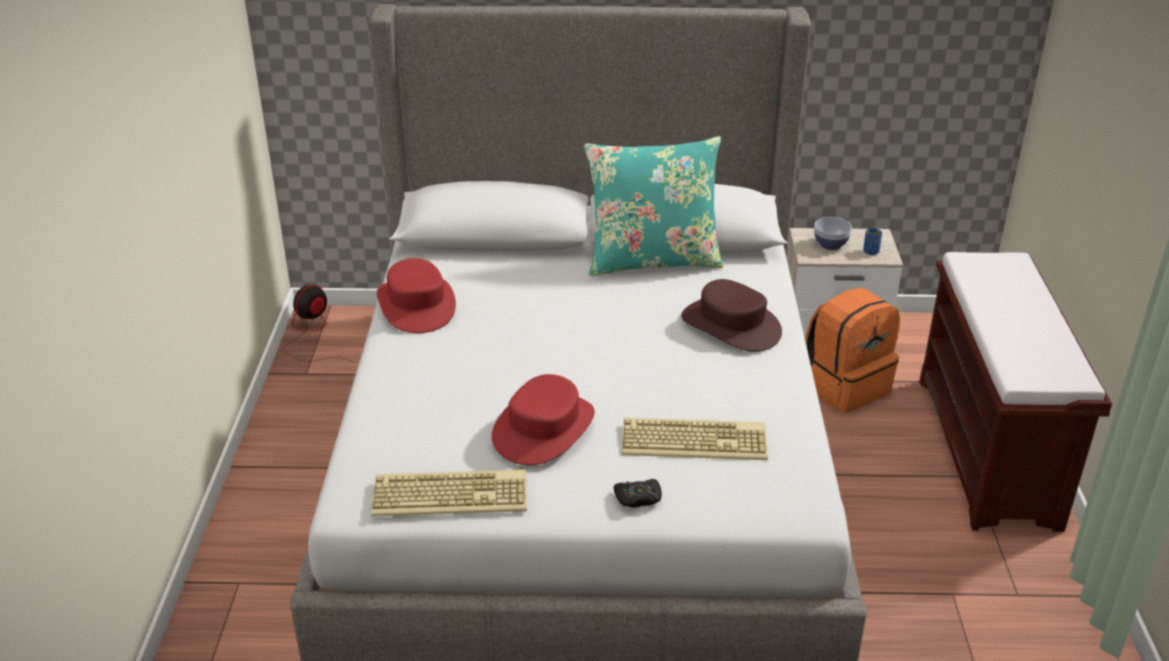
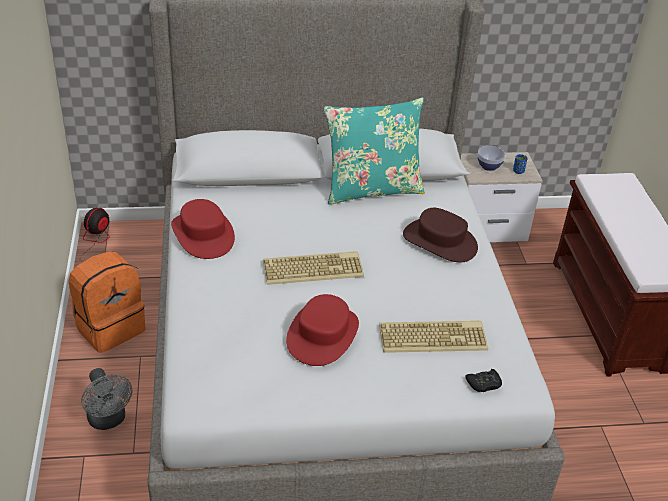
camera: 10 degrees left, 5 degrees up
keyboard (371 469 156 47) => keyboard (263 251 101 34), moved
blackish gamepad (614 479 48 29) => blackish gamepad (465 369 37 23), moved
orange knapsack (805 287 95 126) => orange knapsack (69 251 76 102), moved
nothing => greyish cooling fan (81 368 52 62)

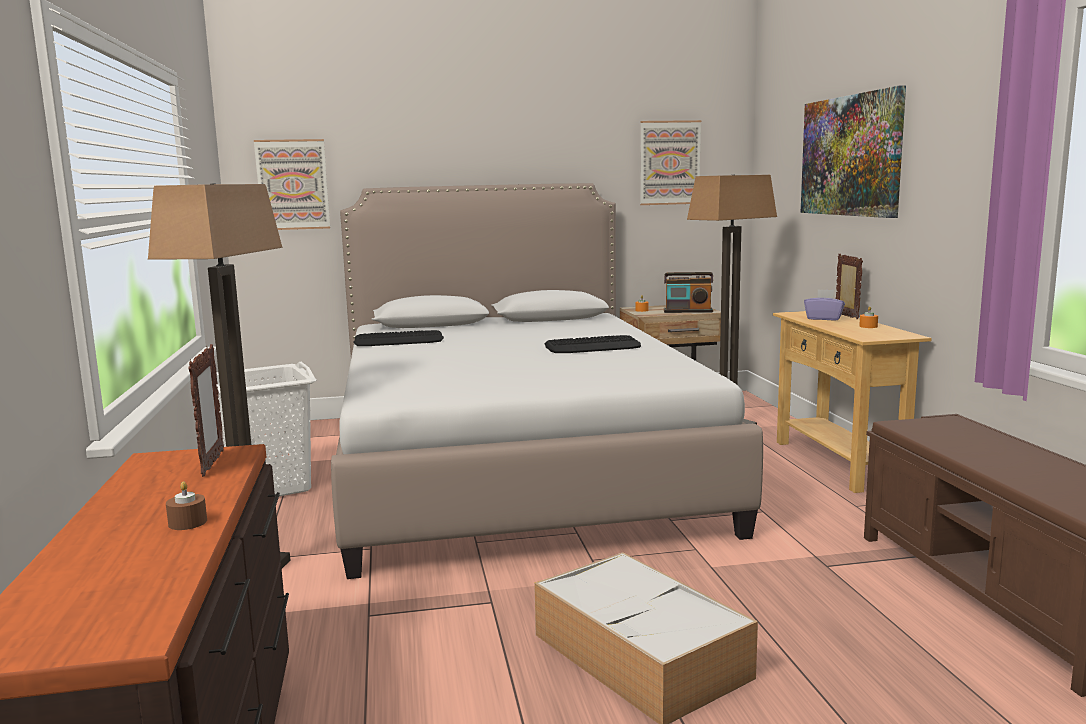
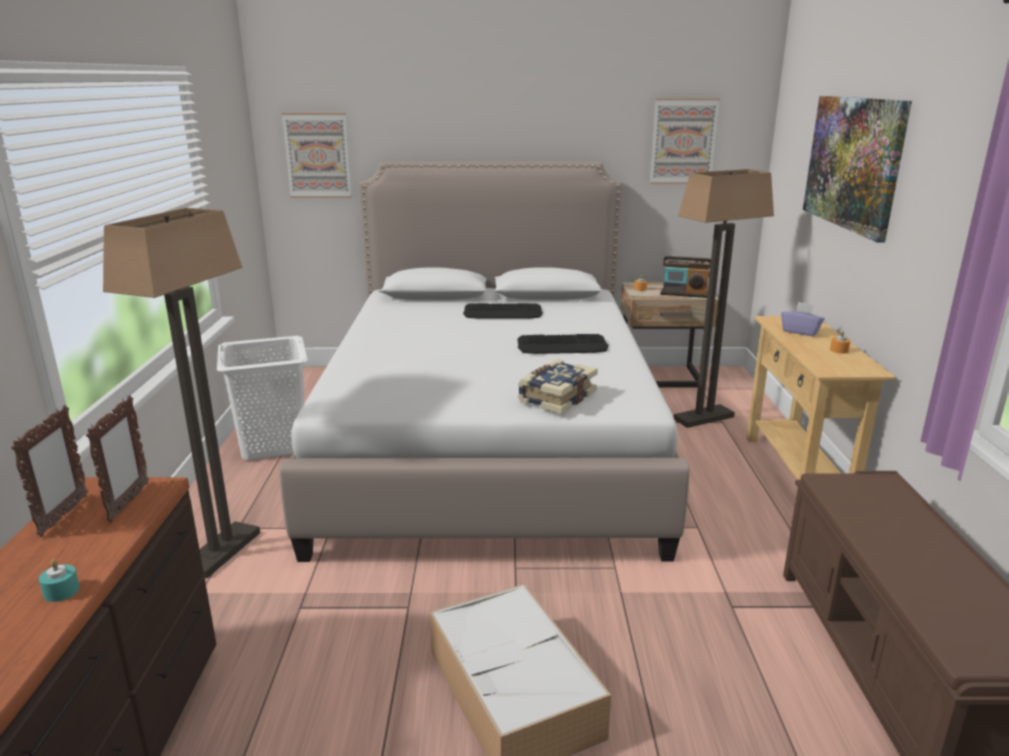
camera: 10 degrees right, 10 degrees up
brown candle (166 482 41 48) => blue-green candle (39 559 41 43)
keyboard (353 330 91 16) => keyboard (463 303 80 16), moved
photo frame (836 254 27 65) => photo frame (11 405 77 132), moved
nothing => bound book (518 359 80 55)

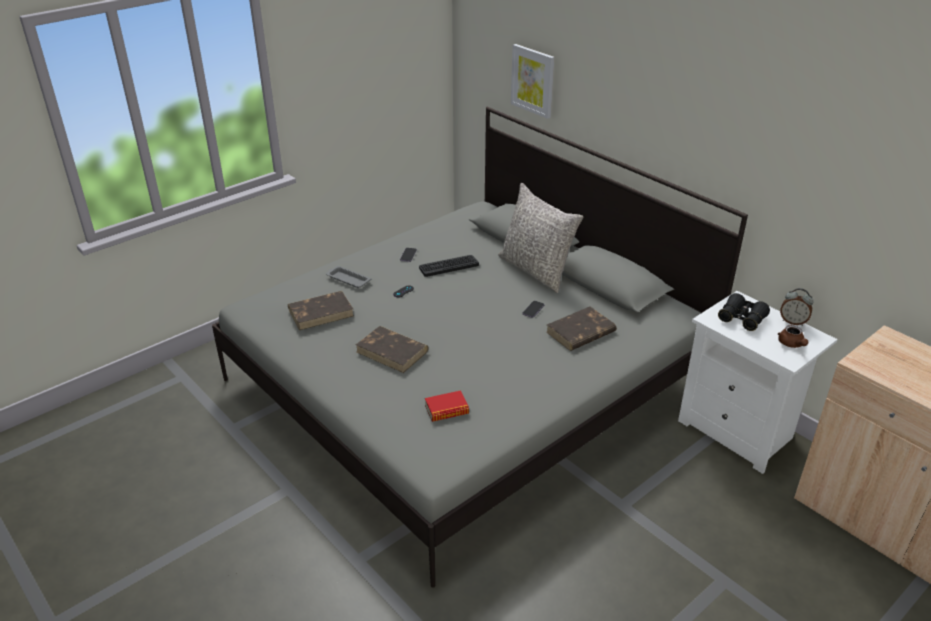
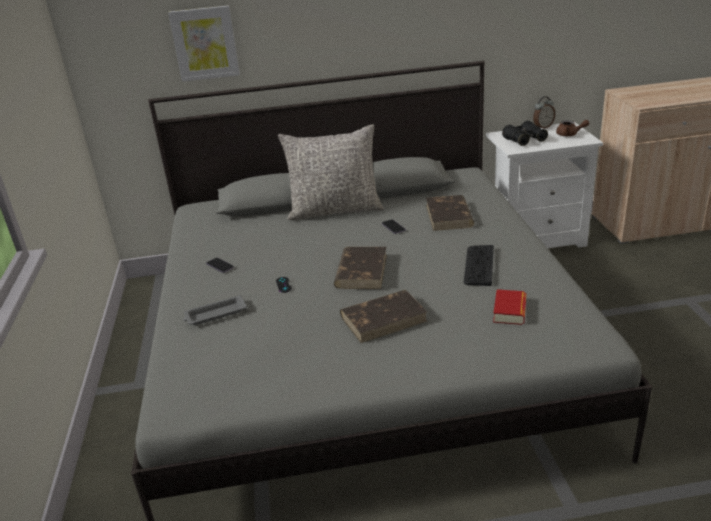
camera: 55 degrees left, 5 degrees down
brown bound book (288 291 66 39) => brown bound book (334 247 53 42), moved
keyboard (419 255 60 22) => keyboard (464 245 30 41), moved

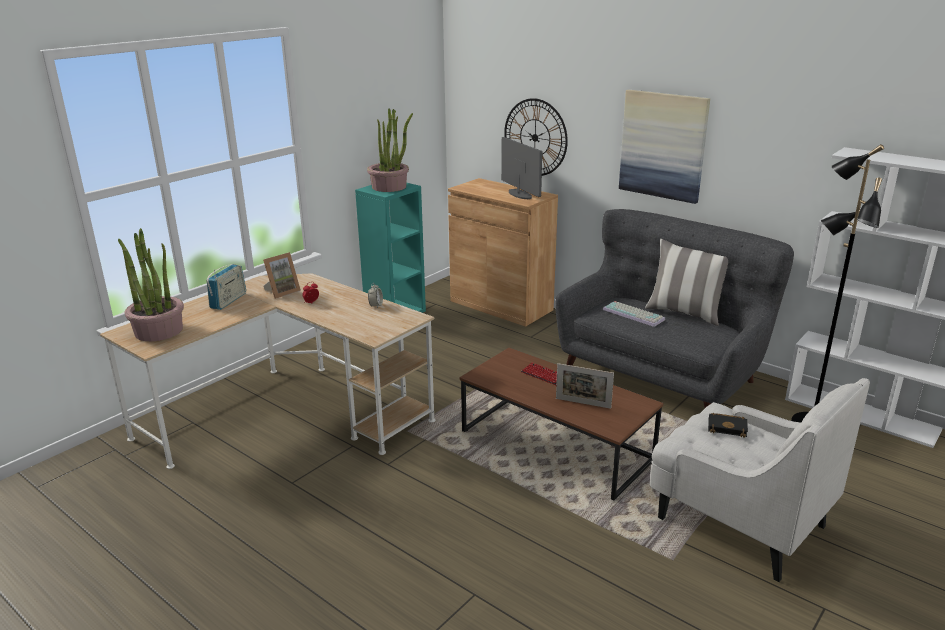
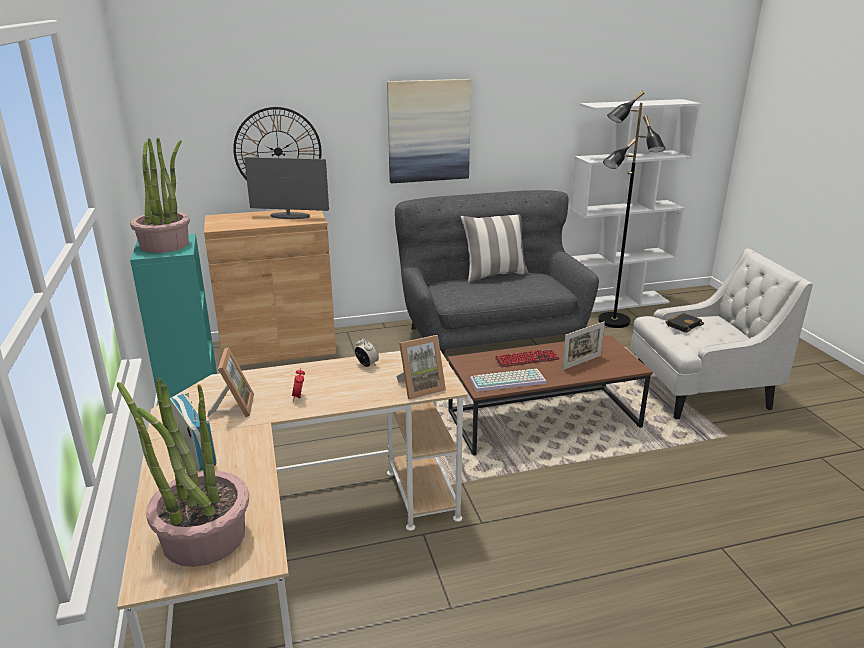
camera: 55 degrees left, 0 degrees up
keyboard (603 301 62 26) => keyboard (470 369 76 23), moved
nothing => photo frame (396 335 50 64)

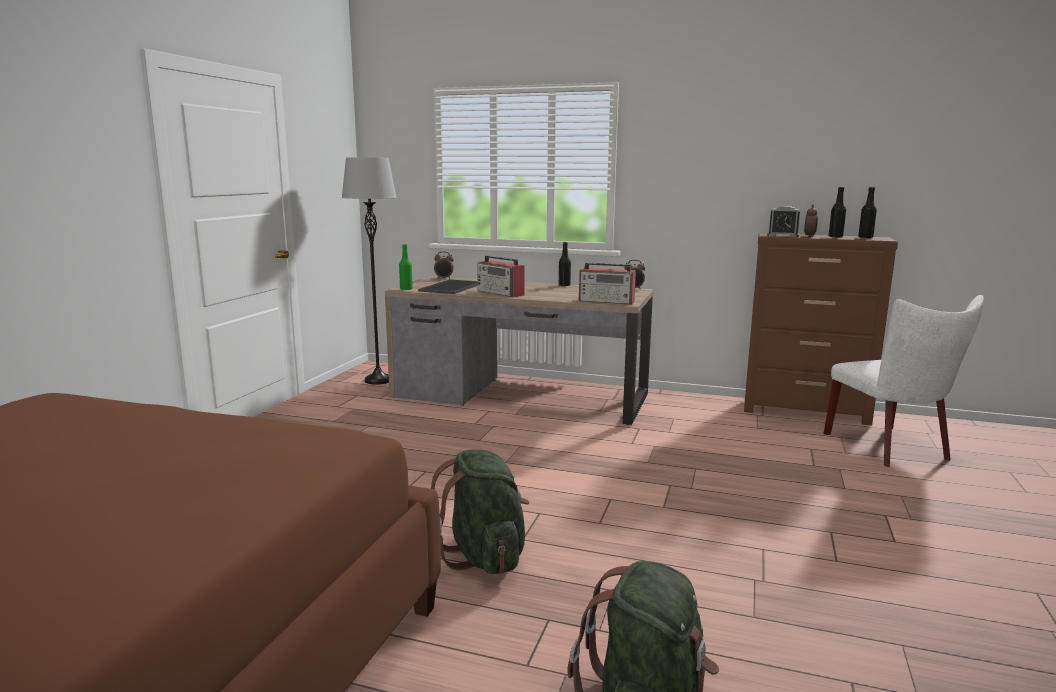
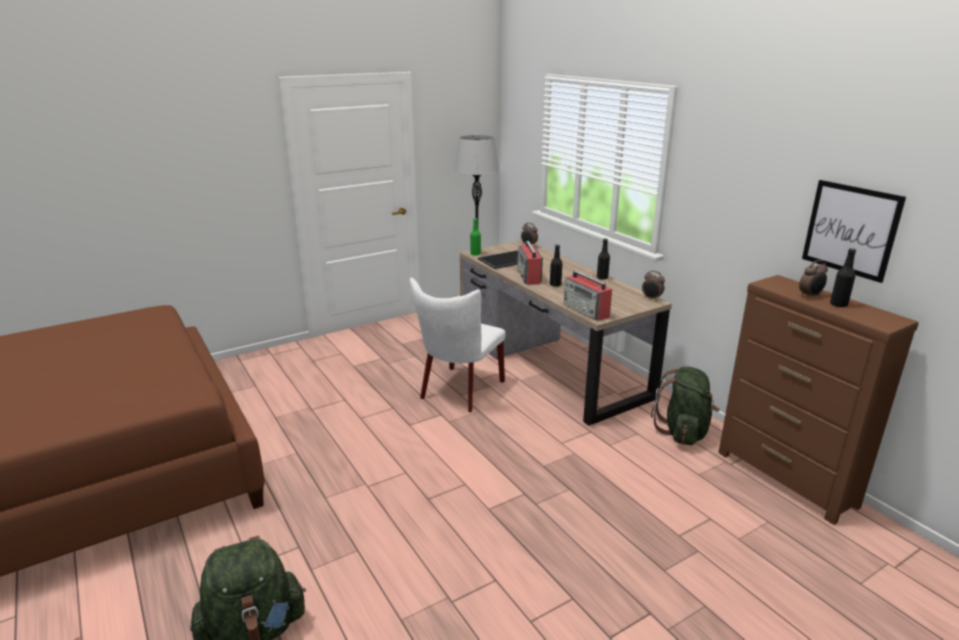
camera: 40 degrees right, 10 degrees up
green knapsack (431 449 98 125) => green knapsack (651 366 69 79), moved
alarm clock (767 206 33 31) => nothing
whitish chair (824 295 160 172) => whitish chair (410 277 96 135), moved
blackish beverage bottle (858 187 19 51) => blackish beverage bottle (550 244 13 43), moved
nothing => wall picture (802 180 104 103)

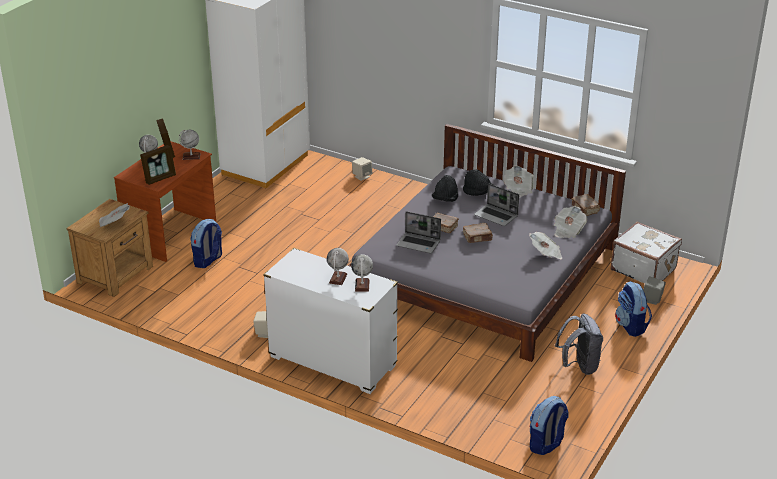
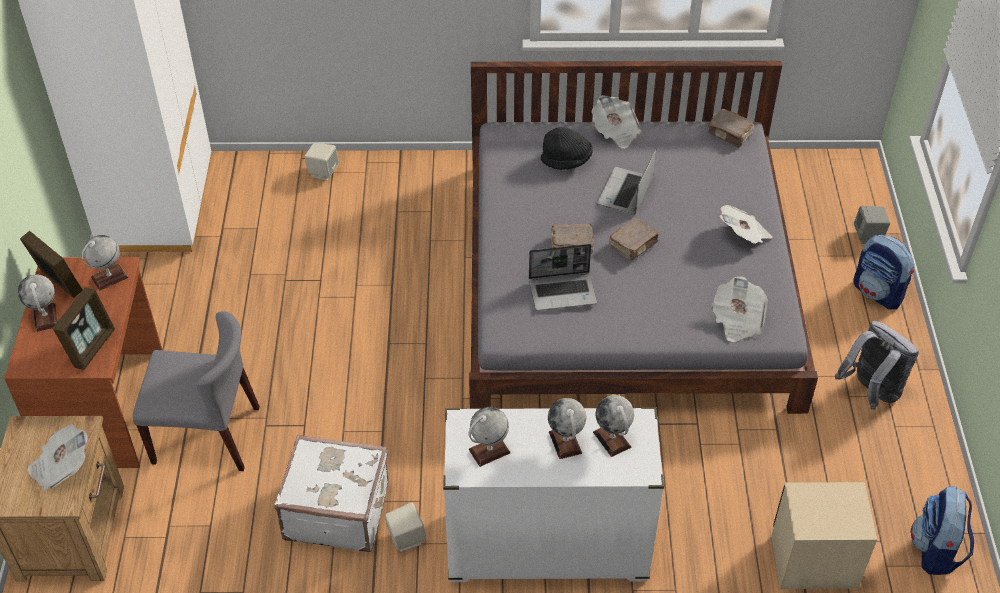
camera: 30 degrees left, 15 degrees up
knapsack (190 219 32 49) => greyish chair (132 311 128 160)
blackish hat (432 175 26 27) => nothing
laptop (474 184 45 42) => laptop (597 149 59 66), 105 degrees clockwise
printed paper (554 206 33 32) => printed paper (711 276 57 66), moved
whitish travel case (611 222 71 62) => whitish travel case (274 435 114 117), moved
nothing => desk globe (469 407 42 60)
nothing => sand-coloured nightstand (771 482 106 107)

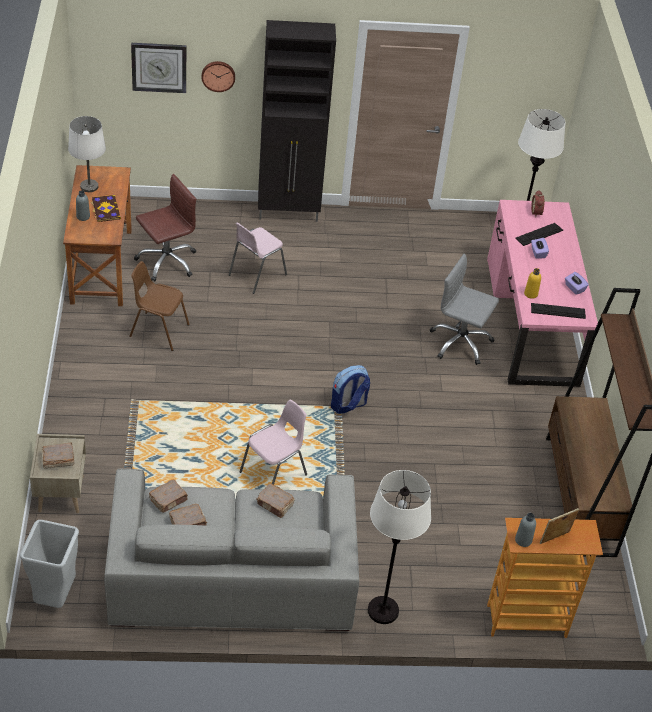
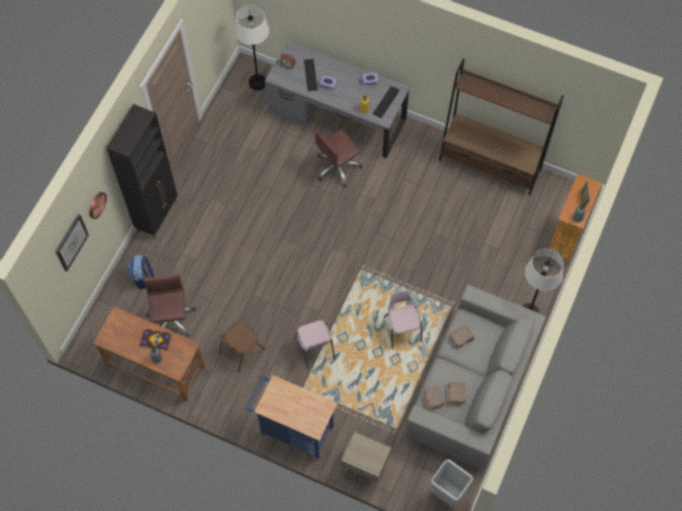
camera: 60 degrees left, 20 degrees up
brown bound book (42 443 33 26) => nothing
whitish lamp for a table (68 116 38 76) => nothing
pink-coloured chair (228 222 59 72) => pink-coloured chair (295 320 40 49), moved
knapsack (331 365 39 49) => knapsack (129 254 25 35), moved
greyish office chair (430 254 69 111) => brown office chair (315 128 47 60)
pink-coloured desk (487 200 111 187) => greyish desk (265 41 145 117)
nothing => blue cart (245 375 92 84)

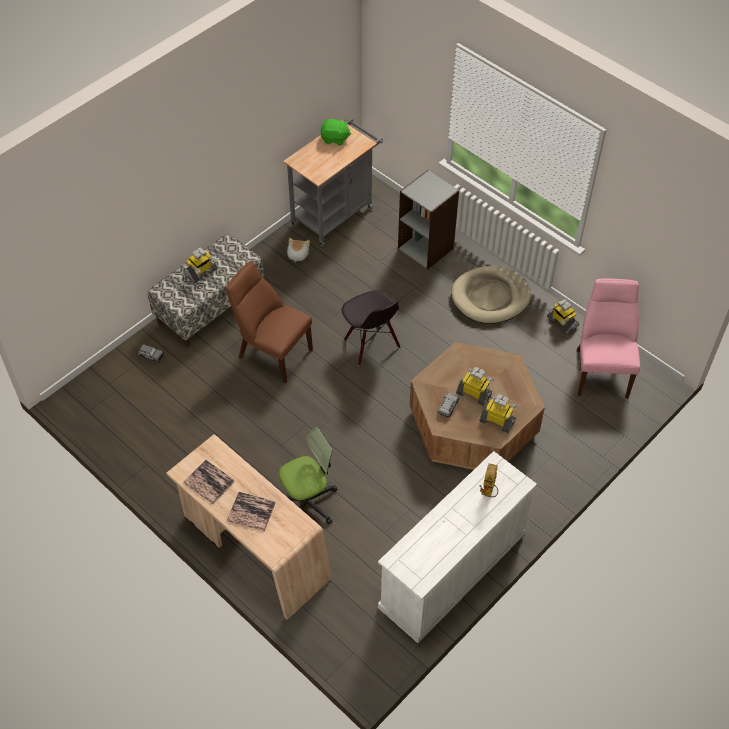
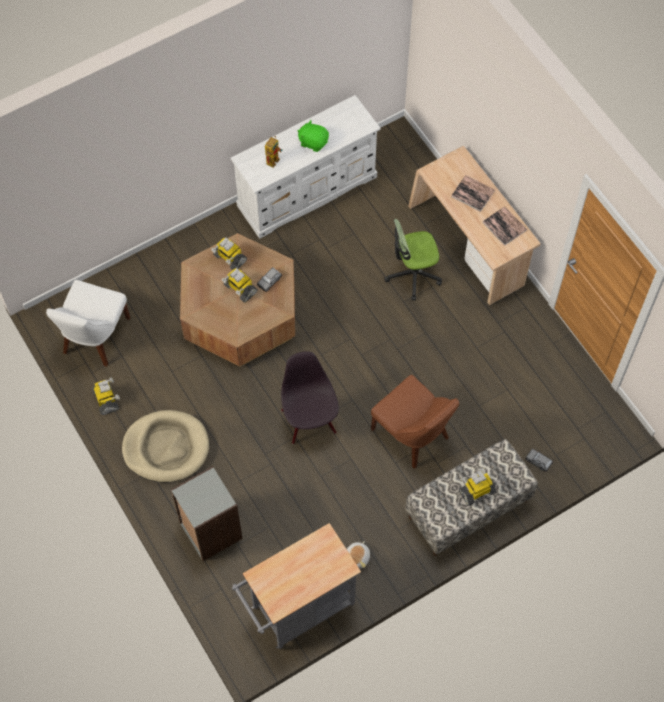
camera: 165 degrees left, 10 degrees up
green cuddly toy (320 119 31 26) => green cuddly toy (298 120 31 32), moved
pink-coloured chair (577 278 63 120) => whitish chair (46 280 84 87)

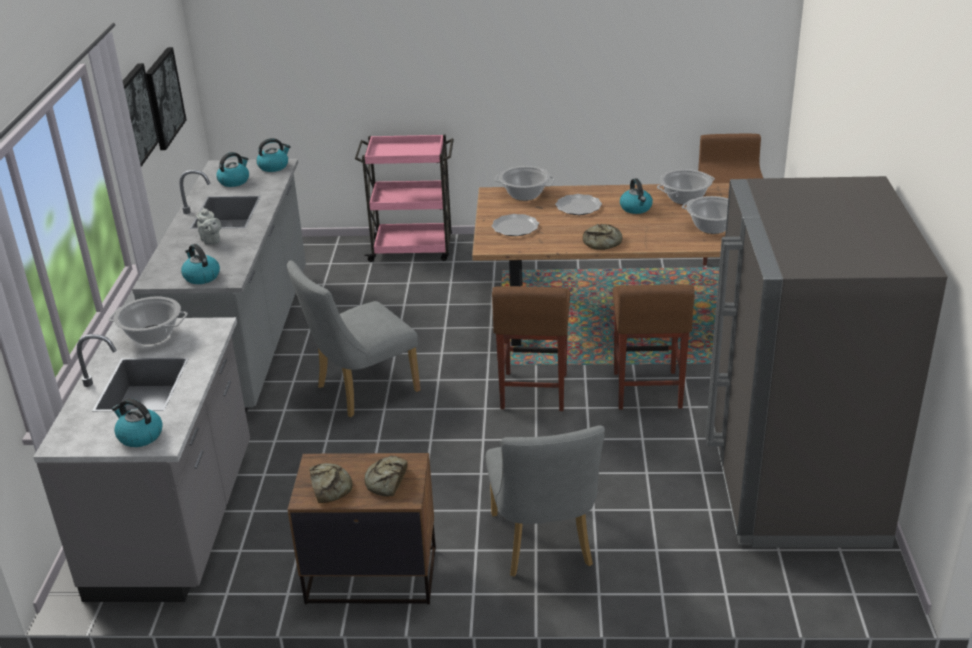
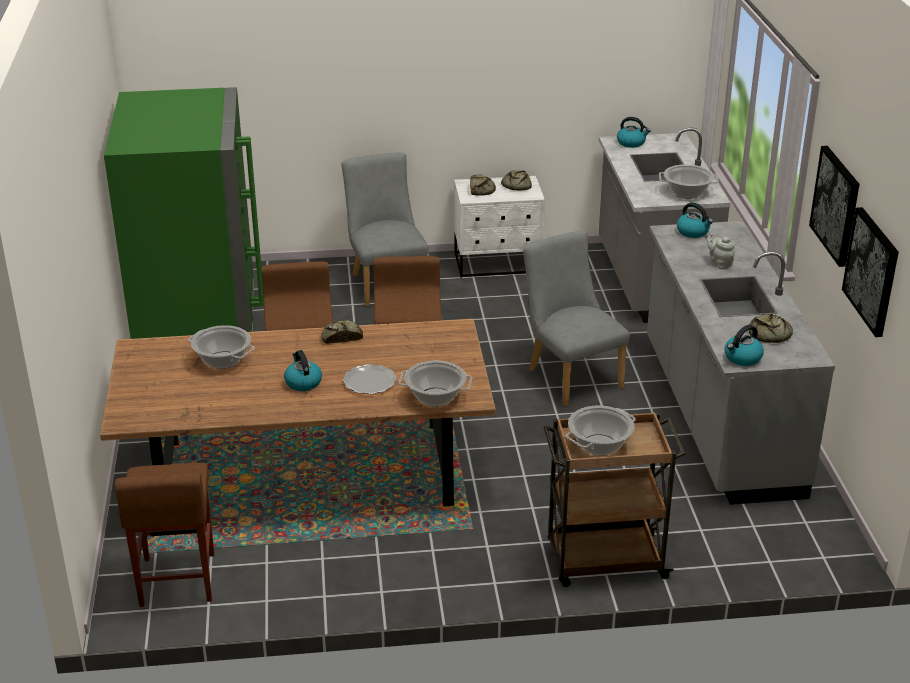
camera: 170 degrees right, 0 degrees up
tea kettle (216 152 33 35) => baked bread (749 314 44 29)
greyish chair (287 260 133 157) => greyish chair (523 231 107 175), 75 degrees counterclockwise
brown nightstand (287 453 149 152) => whitish nightstand (454 176 91 102)
pink-coloured cart (355 134 99 128) => brown cart (543 412 143 175)
flat dish (491 214 48 22) => nothing
cooking pot (657 169 58 36) => cooking pot (566 406 70 50), moved
greyish refrigerator (705 176 242 372) => green refrigerator (104 87 160 252)

